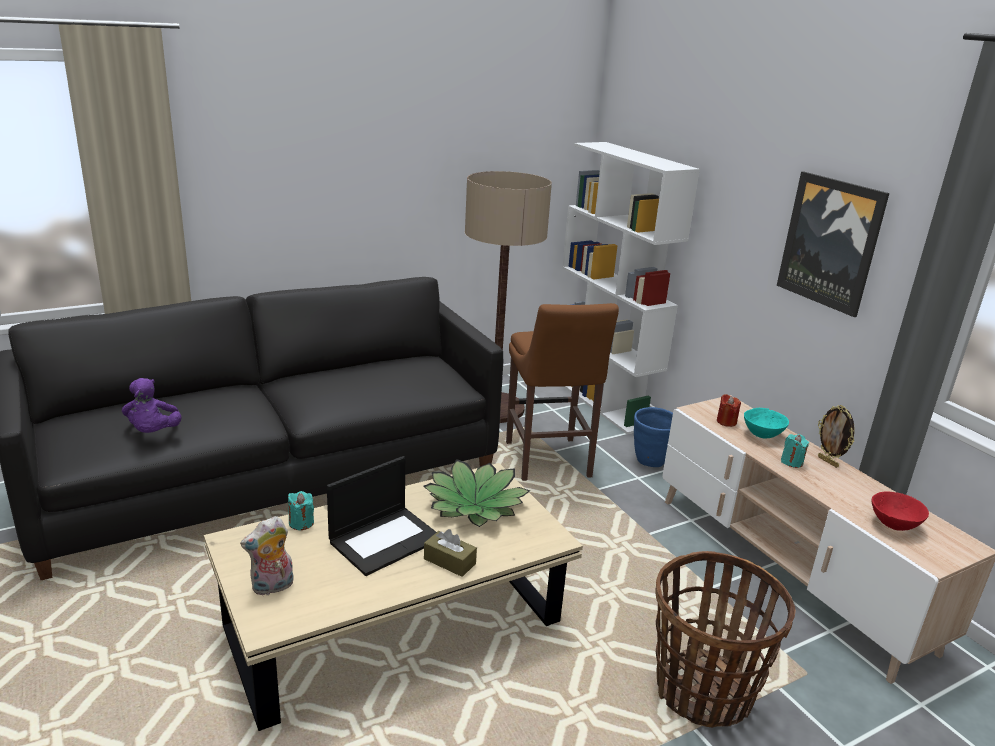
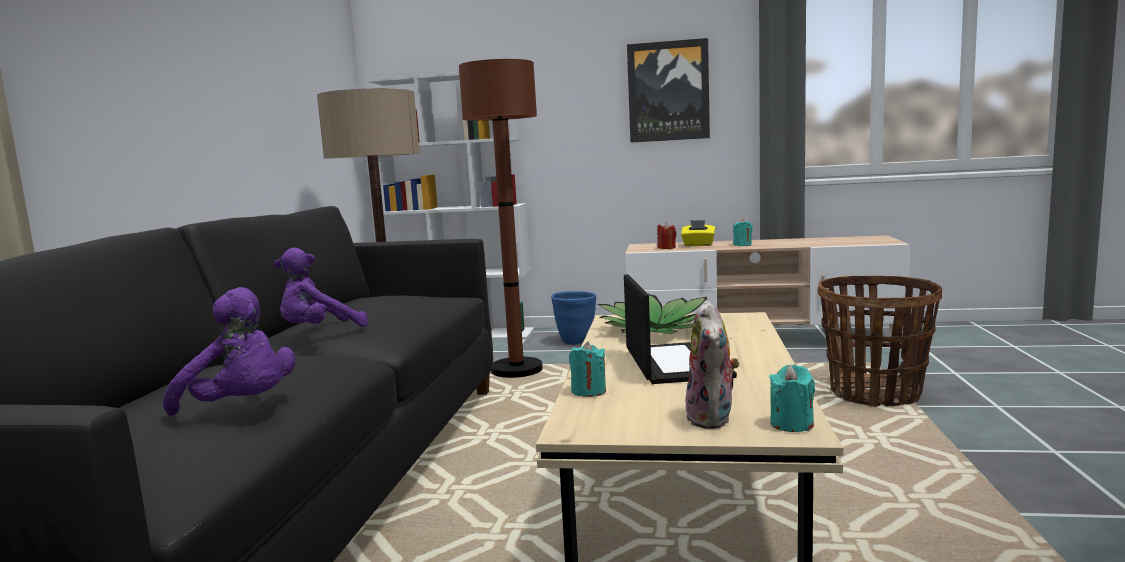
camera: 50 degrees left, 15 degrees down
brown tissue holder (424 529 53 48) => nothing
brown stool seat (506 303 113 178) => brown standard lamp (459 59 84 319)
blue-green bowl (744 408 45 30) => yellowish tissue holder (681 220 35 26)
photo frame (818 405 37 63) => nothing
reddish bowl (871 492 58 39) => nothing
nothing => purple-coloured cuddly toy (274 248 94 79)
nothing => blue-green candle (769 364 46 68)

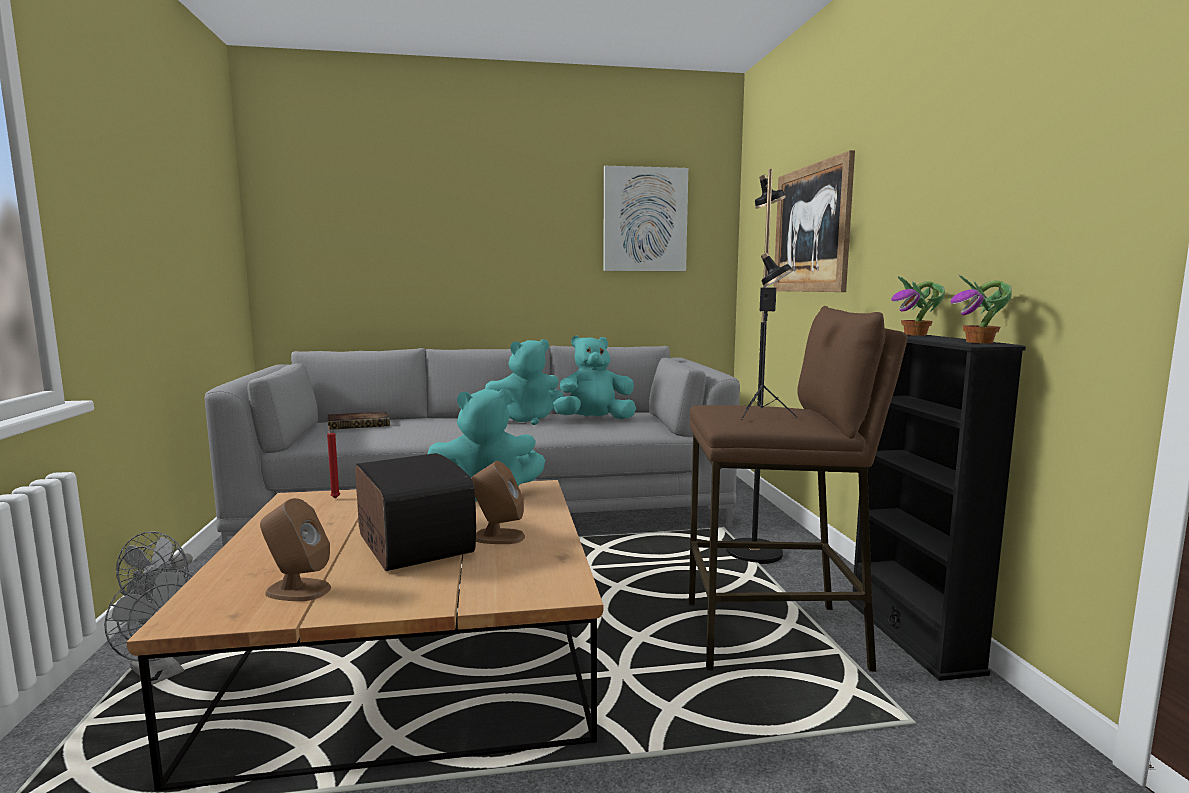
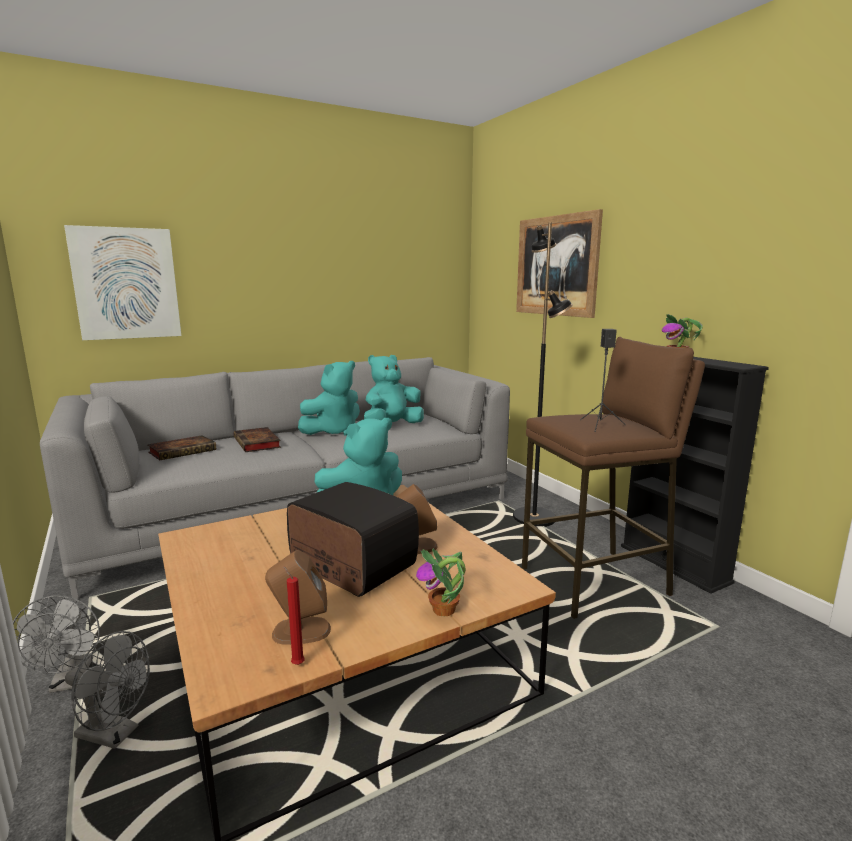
camera: 20 degrees left, 5 degrees up
reddish candle (327 425 13 73) => reddish candle (283 566 22 99), moved
wall picture (604 166 84 105) => wall picture (64 225 117 115), moved
plant in a pot (951 274 61 70) => plant in a pot (416 548 49 68), moved
nothing => bound book (234 427 47 25)

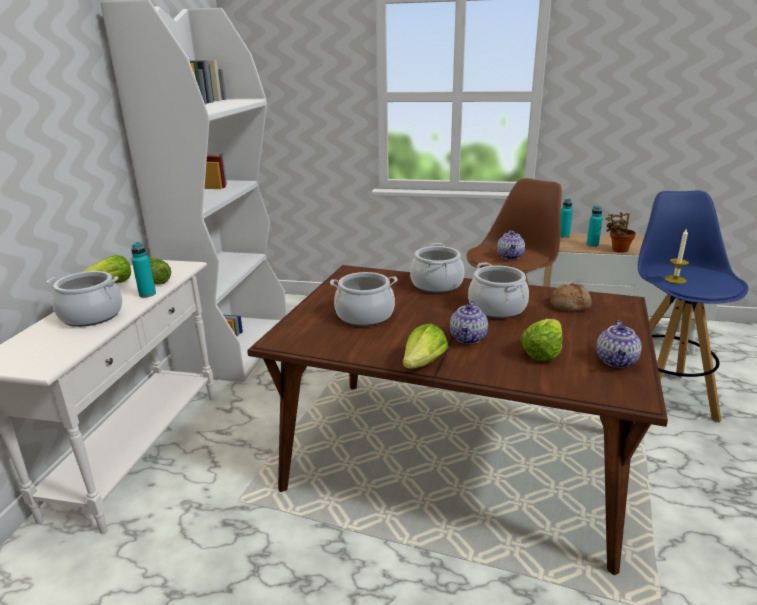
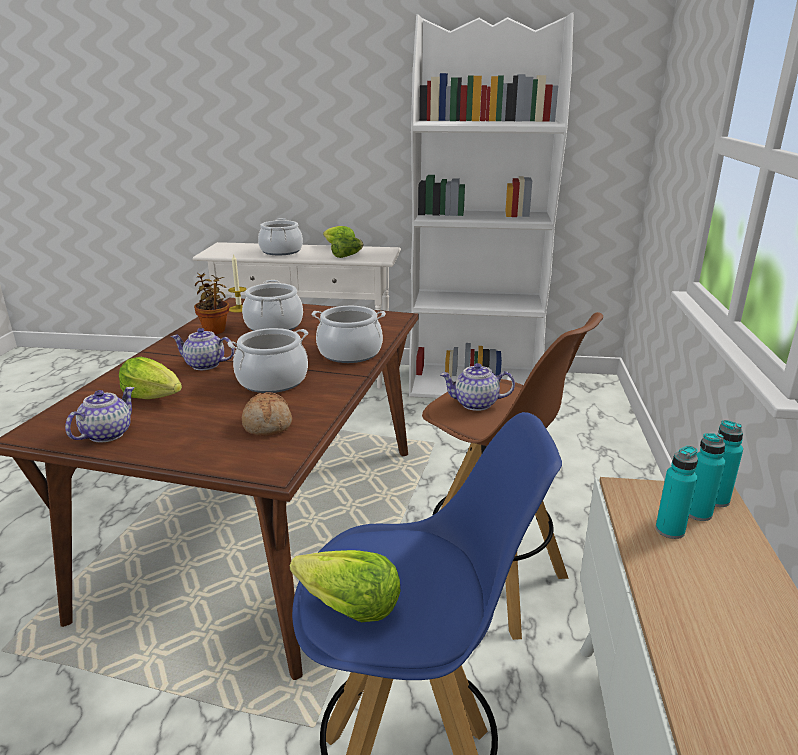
camera: 85 degrees right, 0 degrees up
blue-green beverage bottle (131 242 25 55) => blue-green beverage bottle (689 433 36 88), moved
lettuce (403 324 45 45) => lettuce (290 550 110 72), moved
tea pot (596 320 46 48) => tea pot (65 387 69 55), 105 degrees clockwise
plant in a pot (606 212 30 41) => plant in a pot (194 273 35 61), moved
candle (665 228 24 56) => candle (228 254 18 59), moved

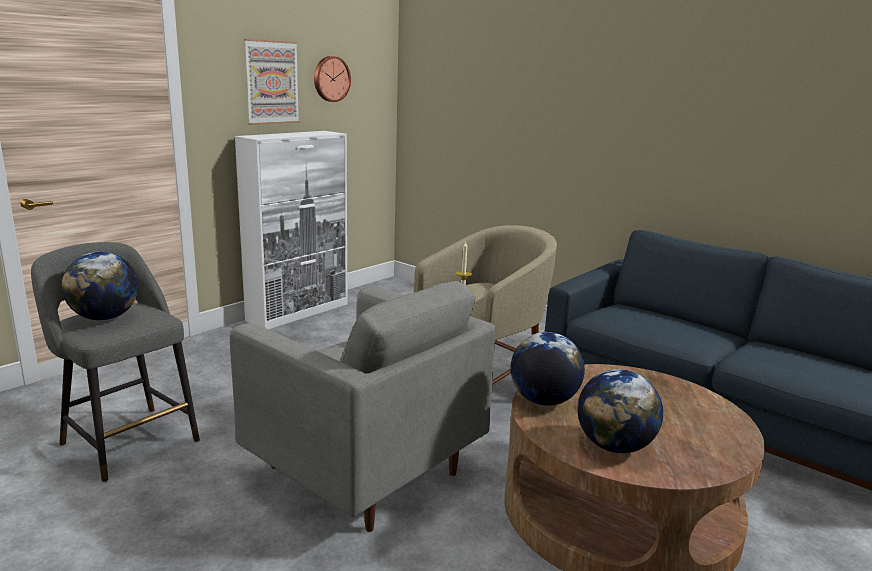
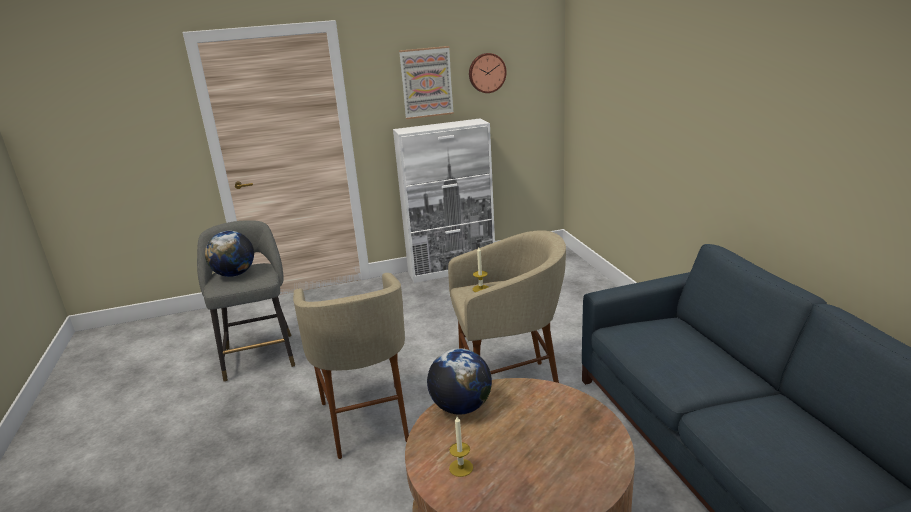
camera: 35 degrees right, 5 degrees up
greyish armchair (230 281 266 251) => sand-coloured stool seat (293 273 116 186)
desk globe (577 369 86 84) => candle (449 416 24 61)

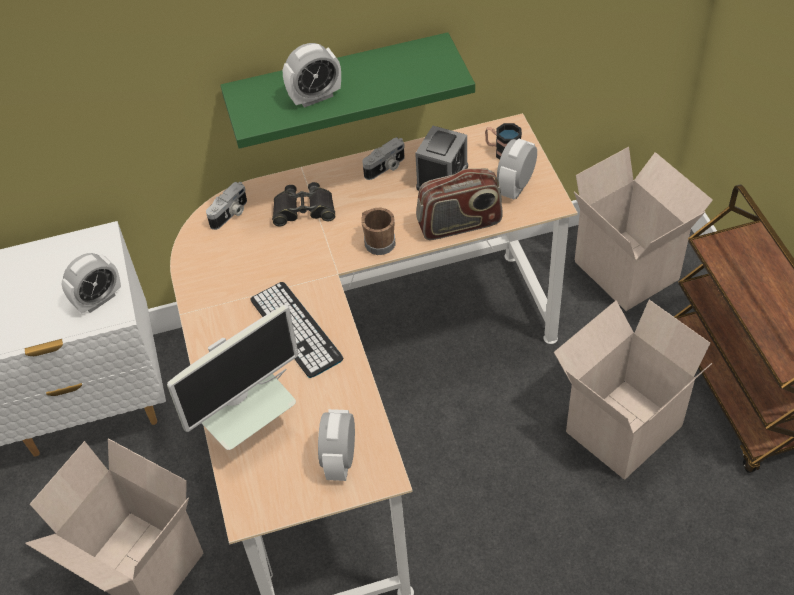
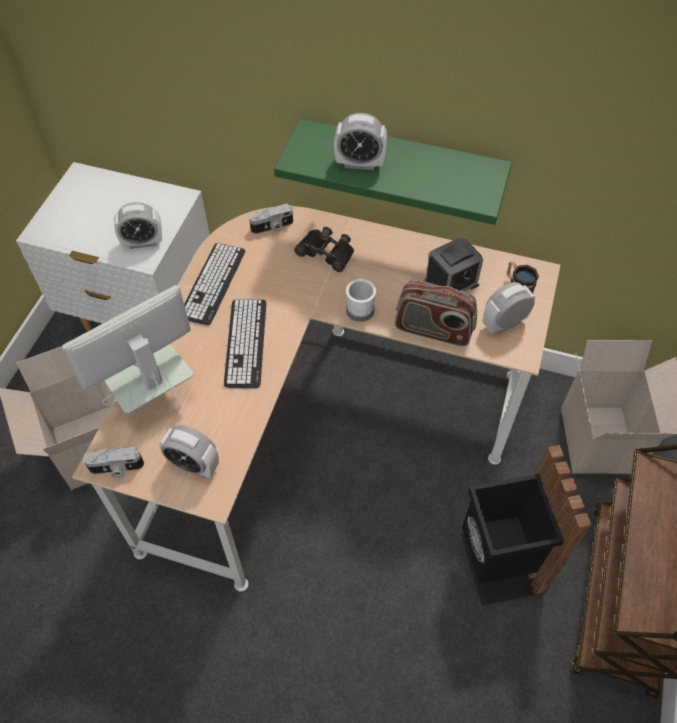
camera: 30 degrees right, 5 degrees up
computer display (167 305 132 145) => computer display (62 285 131 133), 150 degrees clockwise
alarm clock (318 409 37 72) => alarm clock (159 425 60 53), 105 degrees counterclockwise
brown mug (361 208 34 47) => whitish mug (346 278 30 44)
photo camera (362 137 43 43) => photo camera (83 447 61 31), moved
carton (554 300 158 180) => blackish trash can (461 445 131 161)
nothing => keyboard (184 243 61 83)

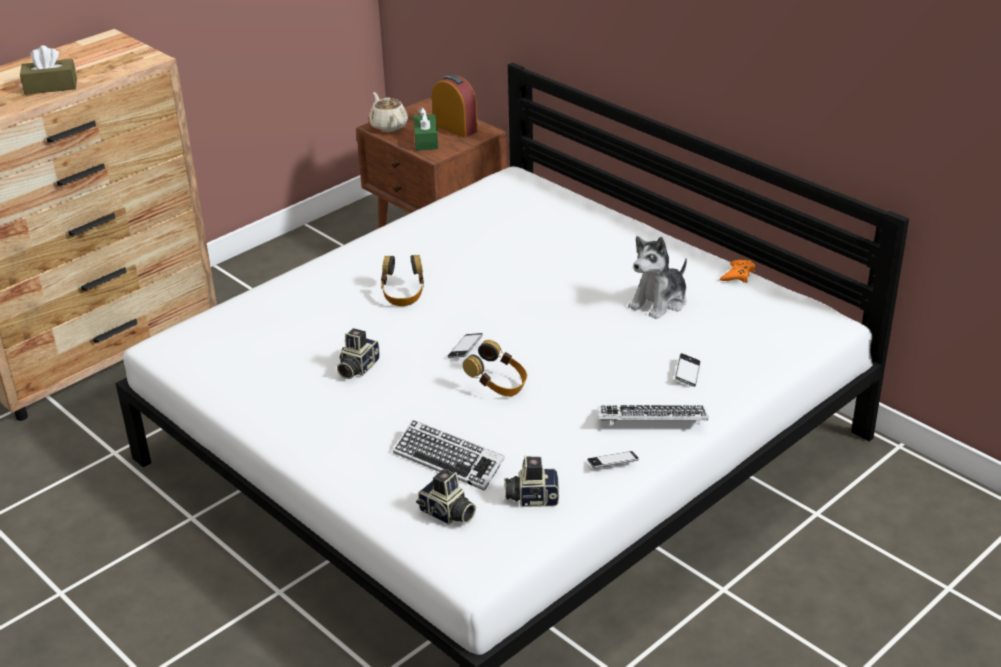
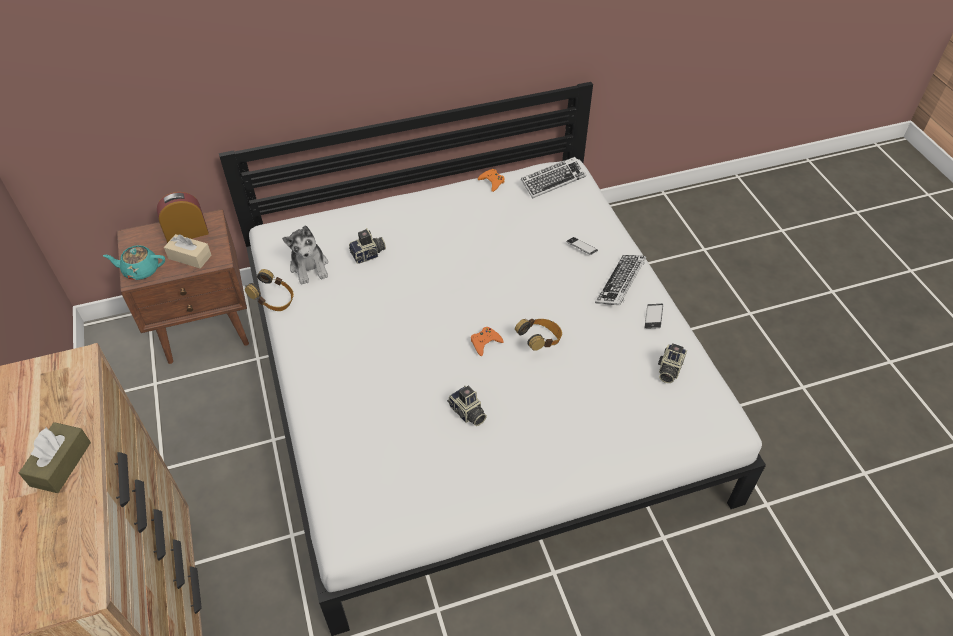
camera: 65 degrees left, 15 degrees up
sand-coloured tea pot (369 92 39 40) => blue-green tea pot (103 245 62 35)
headphones (381 255 43 51) => headphones (245 269 49 42), moved
keyboard (393 420 112 71) => keyboard (521 157 65 42), moved
green tissue holder (413 108 25 43) => sand-coloured tissue holder (164 234 48 35)
photo camera (416 469 60 56) => photo camera (349 228 37 36), moved
handset (448 333 35 25) => orange gamepad (471 327 33 29)
cuddly toy (628 236 59 83) => cuddly toy (282 226 46 59), moved

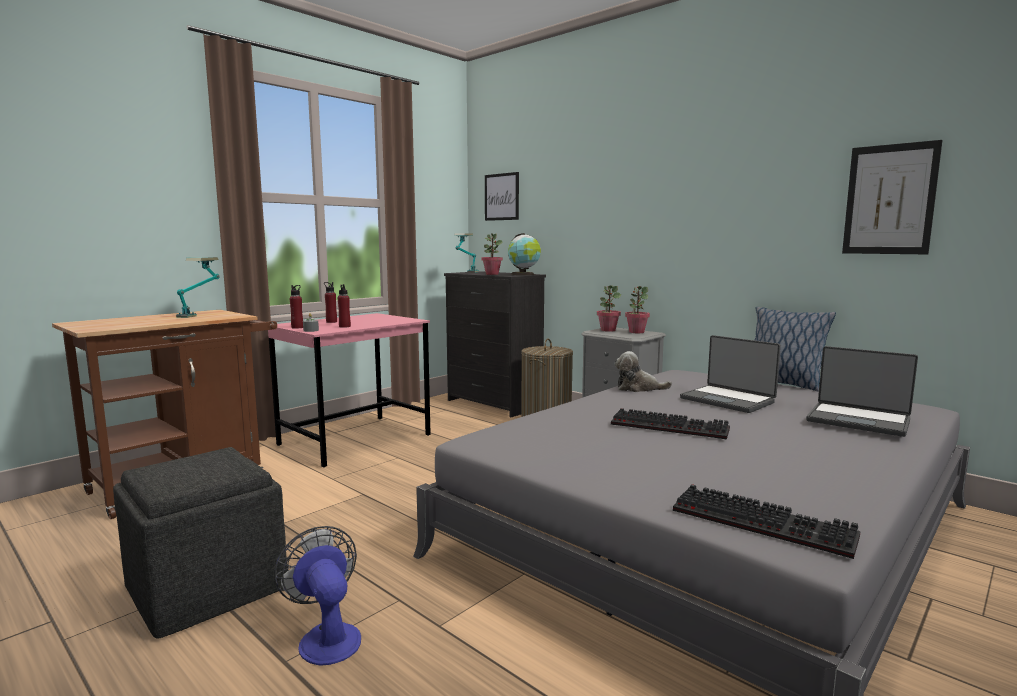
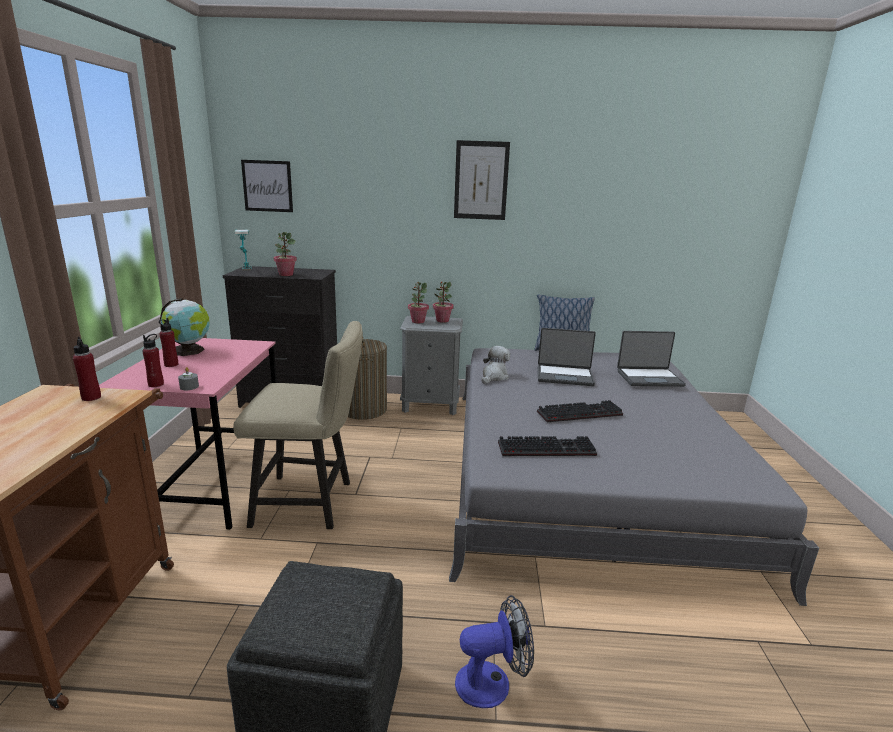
camera: 40 degrees left, 10 degrees up
lamp for a table (176 257 44 61) => nothing
cooling fan (274 526 87 140) => cooling fan (455 595 79 113), 150 degrees clockwise
reddish beverage bottle (338 284 13 44) => reddish beverage bottle (73 337 28 64), moved
desk globe (508 233 33 42) => desk globe (160 298 50 58), moved
cuddly toy (614 351 58 41) => cuddly toy (481 346 29 38), 150 degrees clockwise
keyboard (673 484 187 75) => keyboard (498 436 99 20), moved
wall picture (842 140 101 114) => wall picture (454 140 56 80), moved
nothing => sand-coloured chair (233 321 130 208)

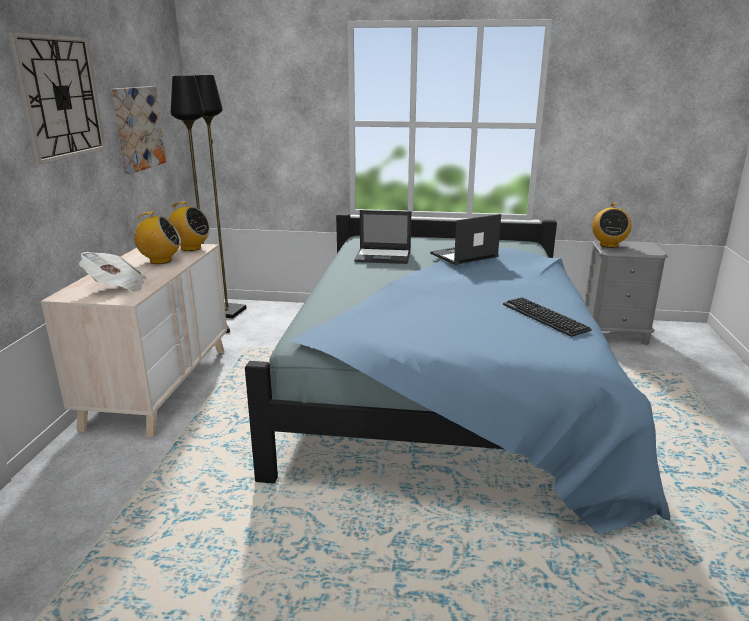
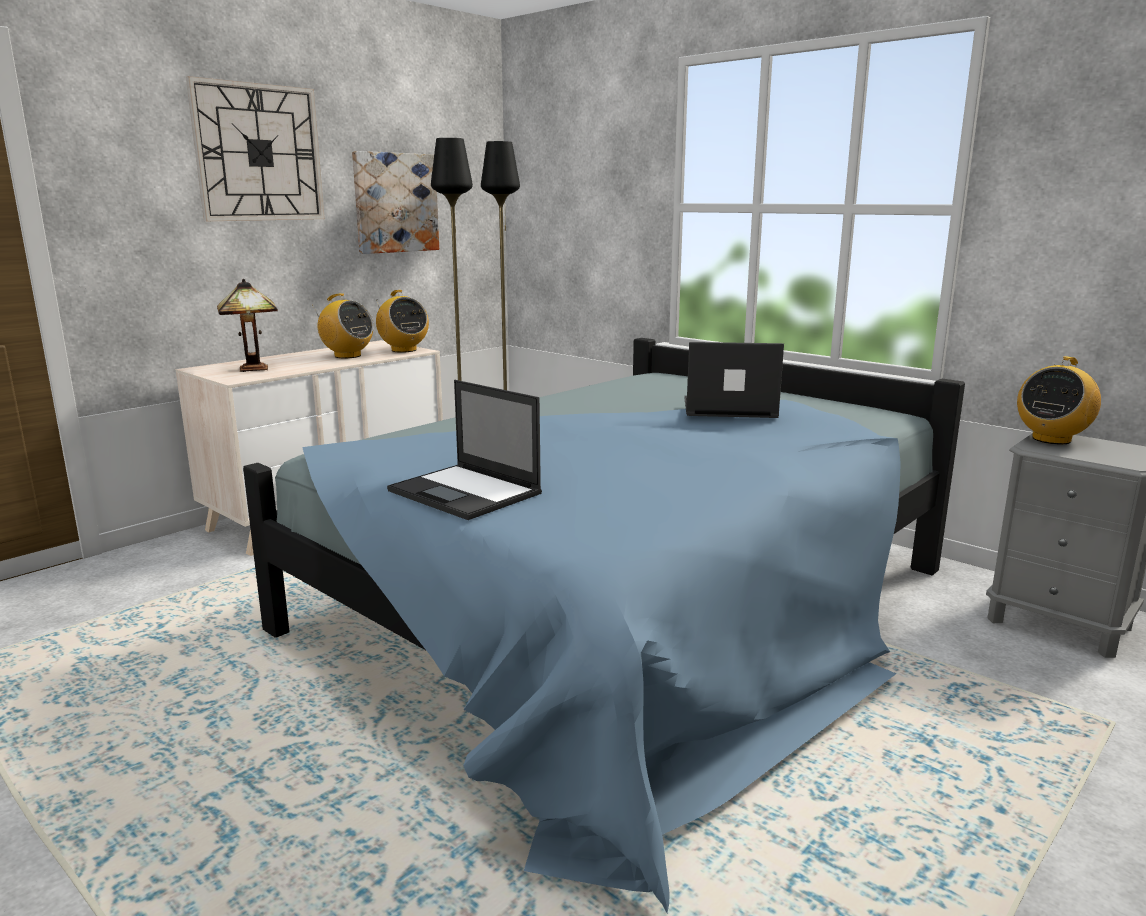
camera: 35 degrees right, 5 degrees down
printed paper (79 252 67 40) => lamp for a table (217 279 61 93)
laptop (354 210 57 54) => laptop (387 380 155 140), moved
keyboard (503 297 89 40) => nothing

